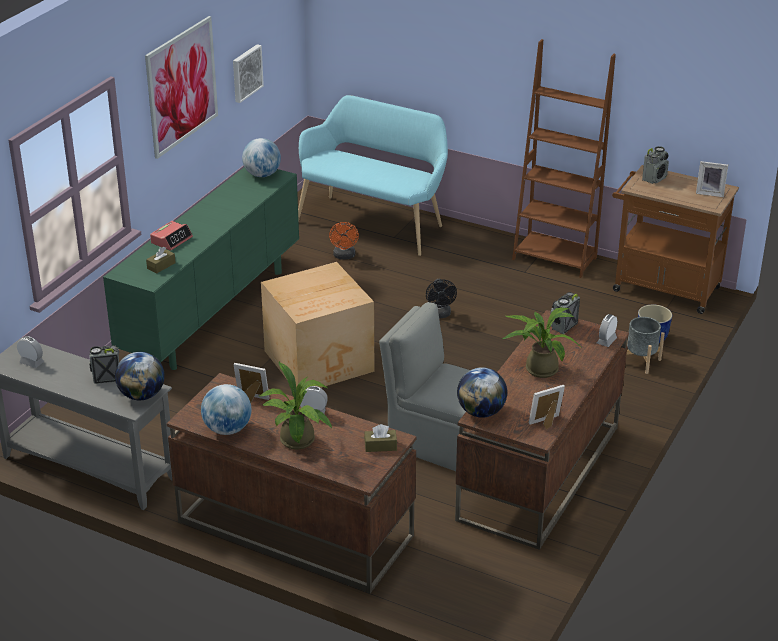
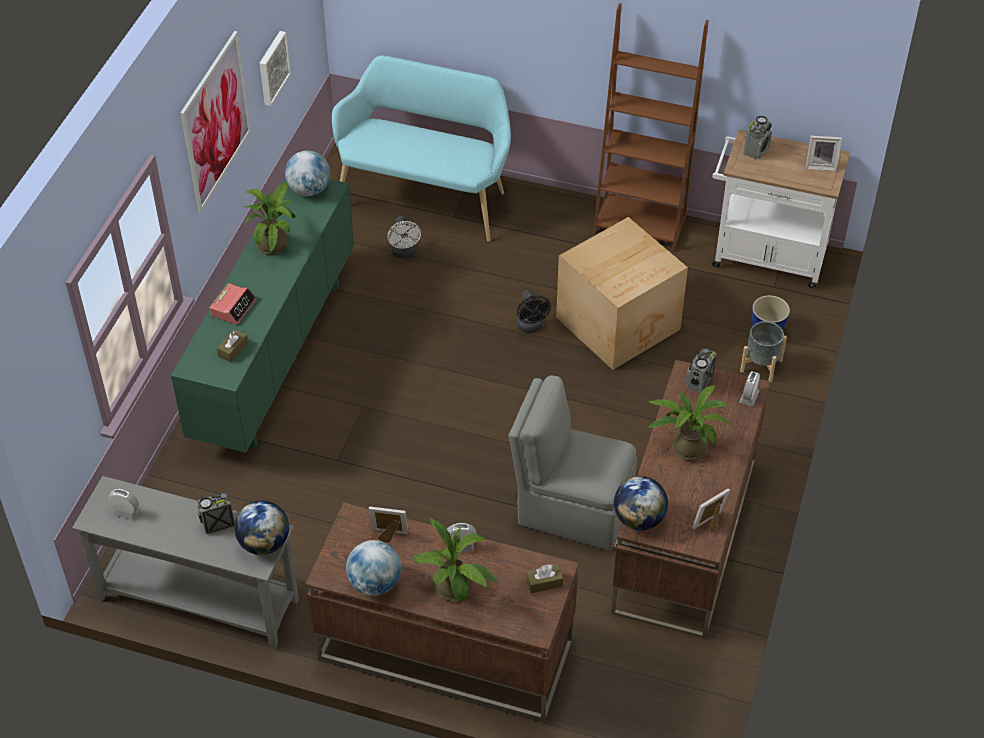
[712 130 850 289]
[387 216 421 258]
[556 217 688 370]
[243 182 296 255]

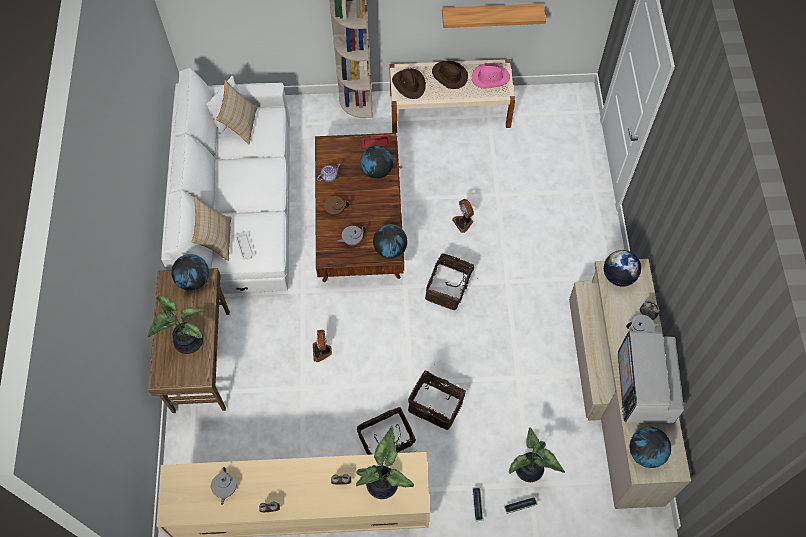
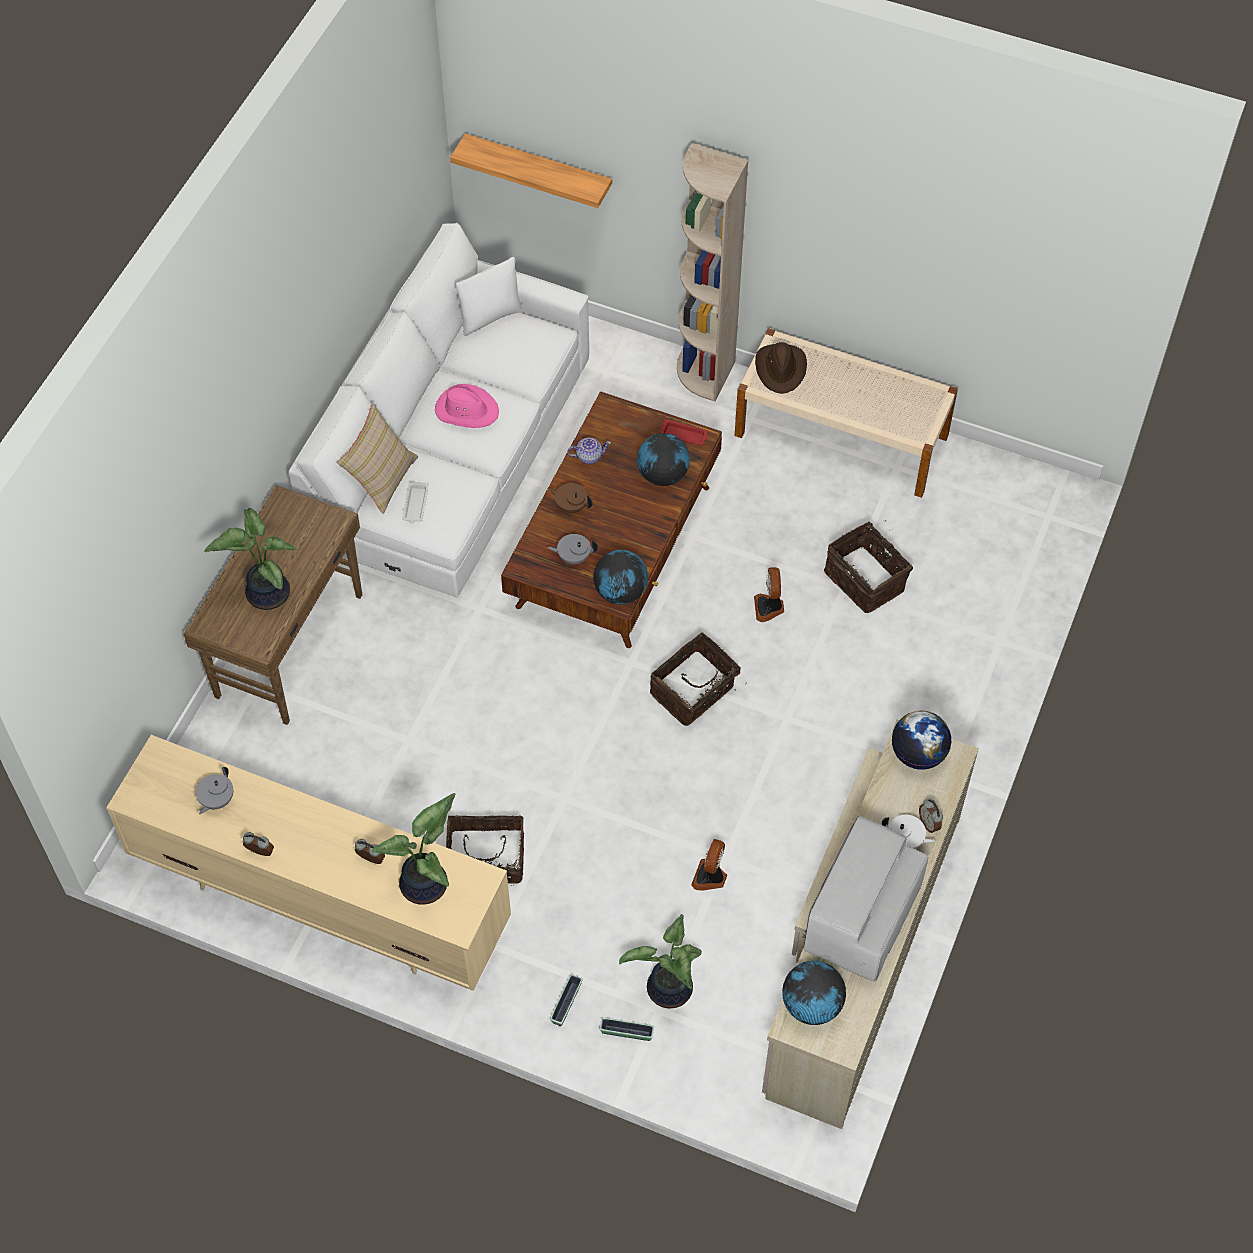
[450 133 612 208]
[432 61 468 89] (first image)
[435 384 499 428]
[216 80 258 144] (first image)
[171 254 209 291] (first image)
[691 839 727 890]
[824 522 913 613]

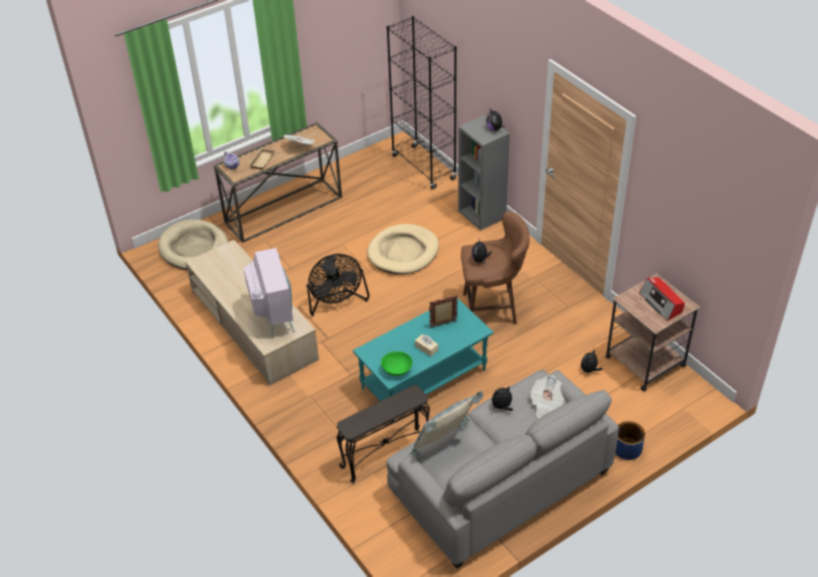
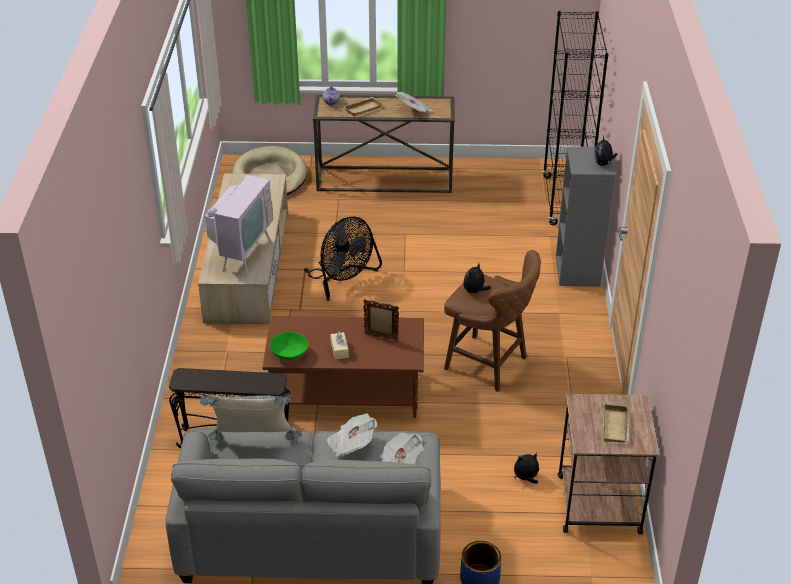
[367 224 439 274] (first image)
[304 217 382 301]
[603 403 629 443]
[262 316 424 418]
[327 413 377 457]

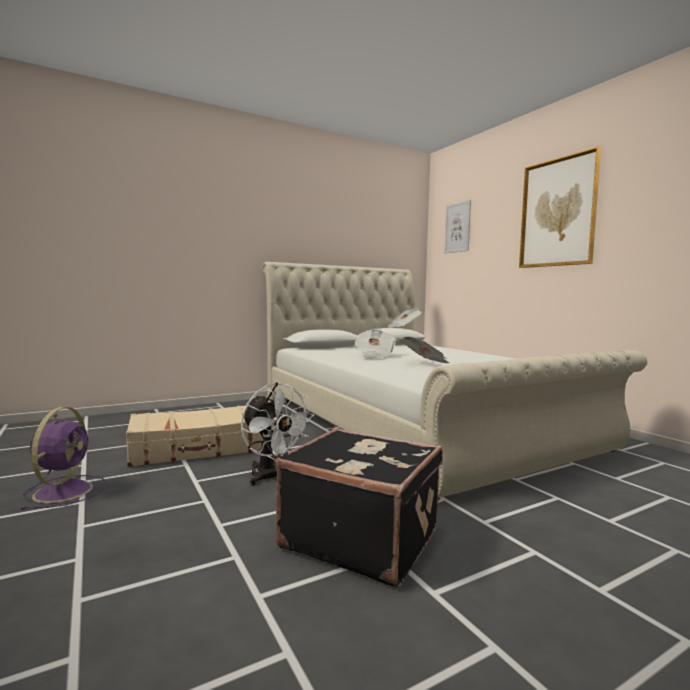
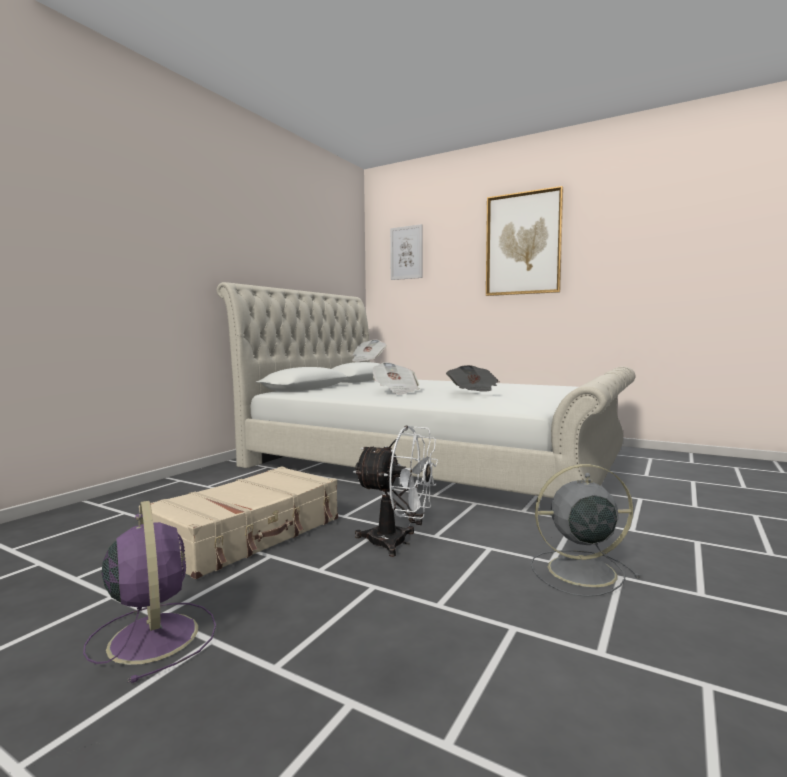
[531 464 641 597]

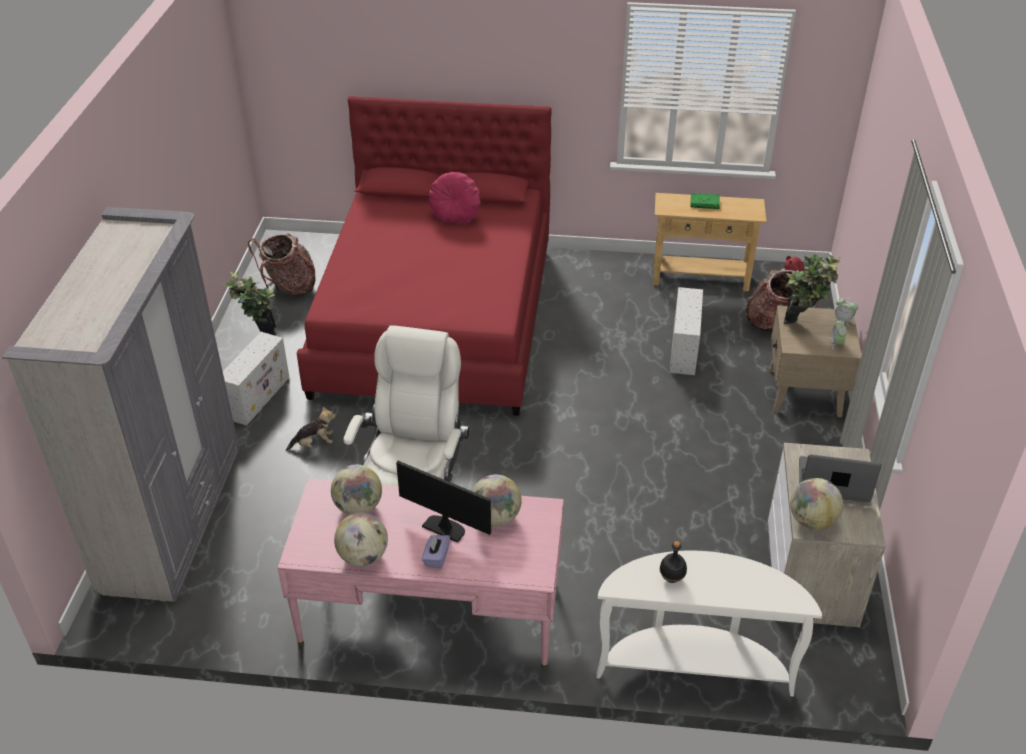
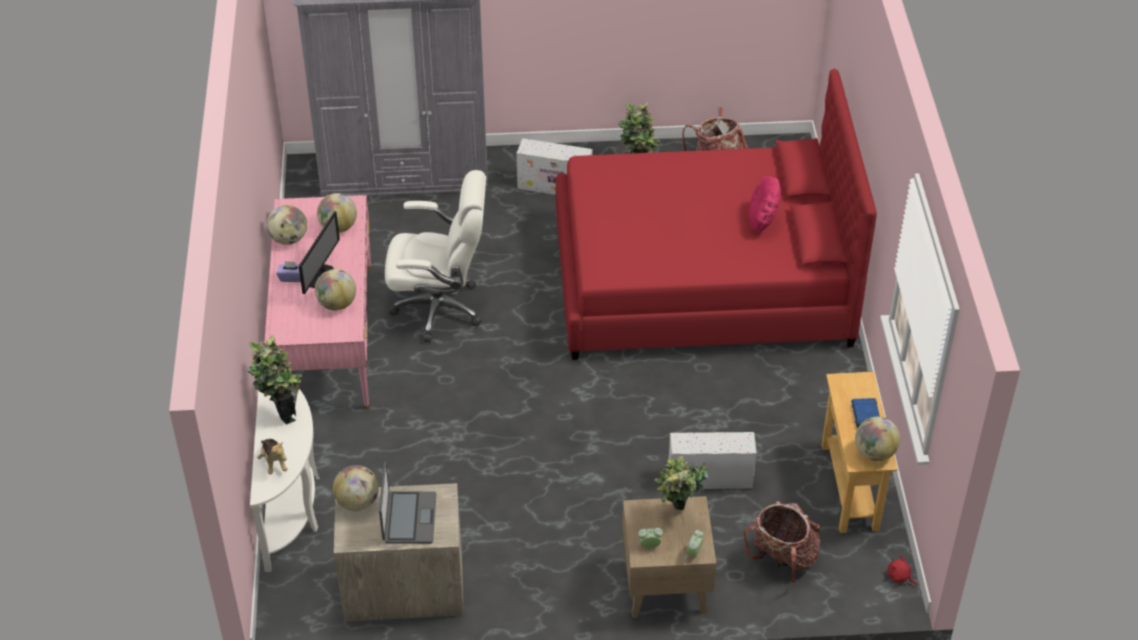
[851 398 880 428]
[257 439 287 475]
[247 335 302 424]
[855 417 900 461]

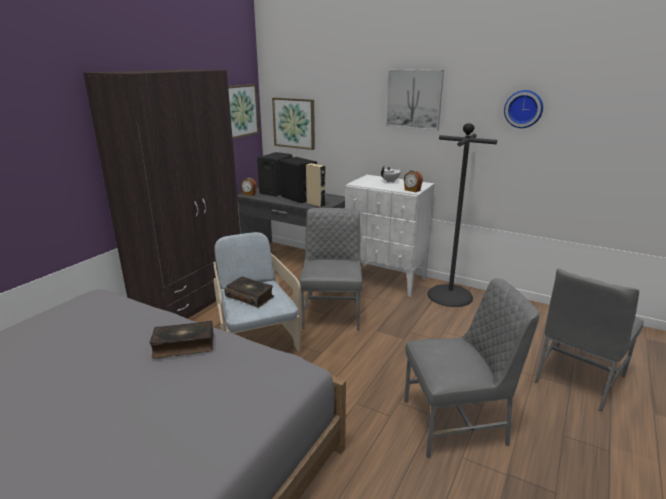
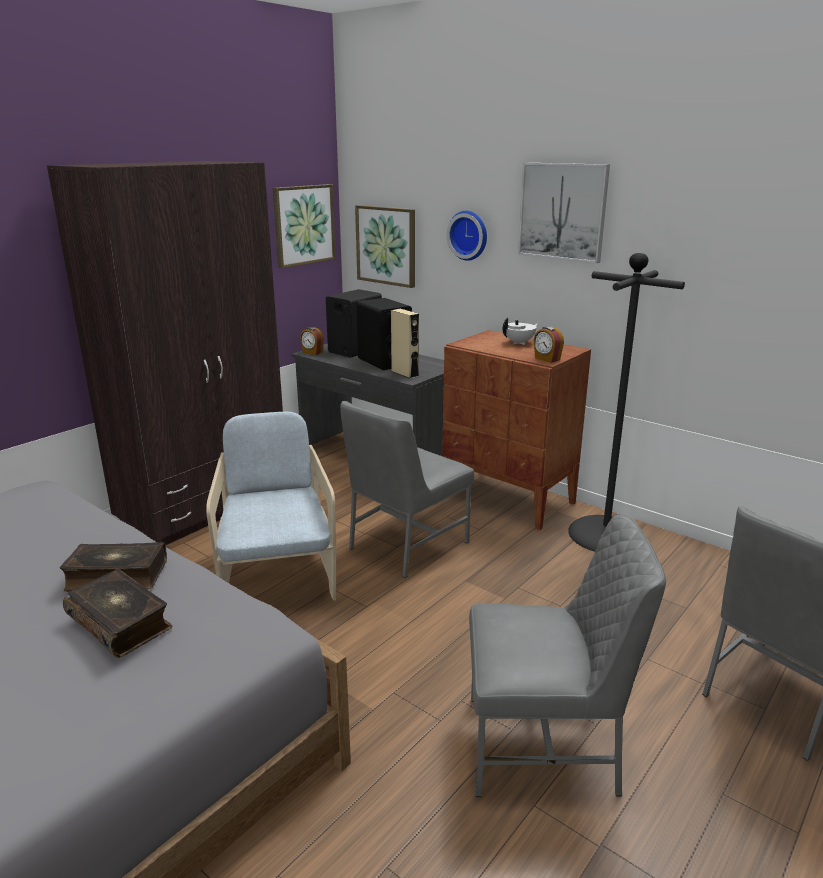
[447 211 487 261]
[442 330 591 531]
[340 401 474 578]
[63 569 172 658]

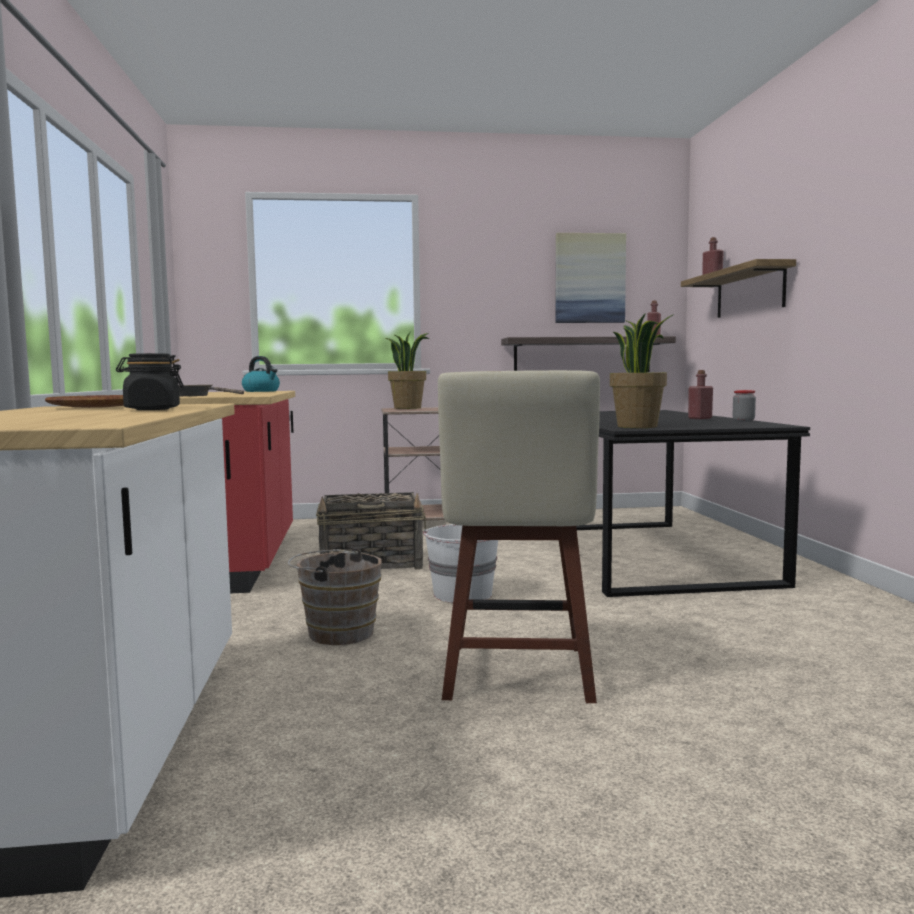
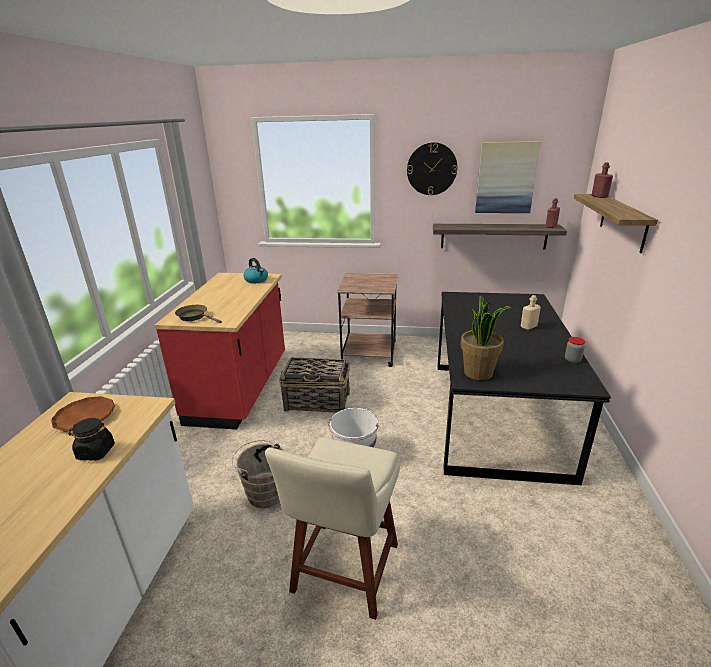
[386 331 430 409] (first image)
[688 370 713 419] (first image)
[407 142 457 195]
[521 295 541 330]

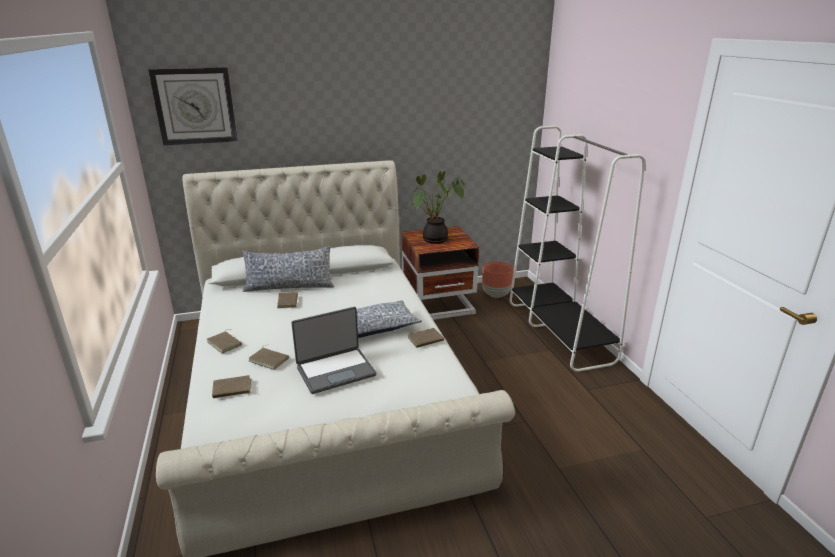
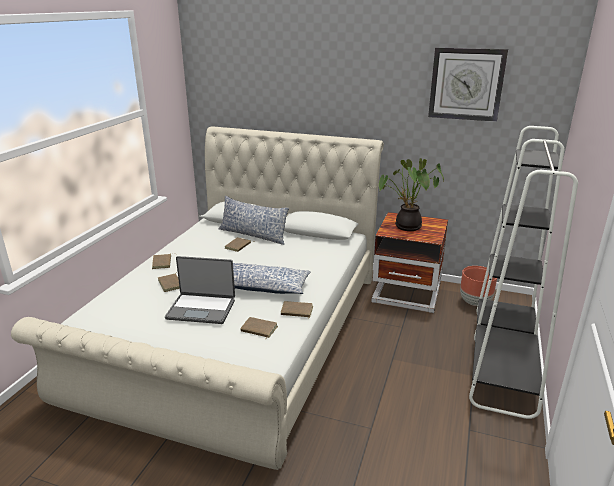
[428 47 508 122]
[240 317 278 340]

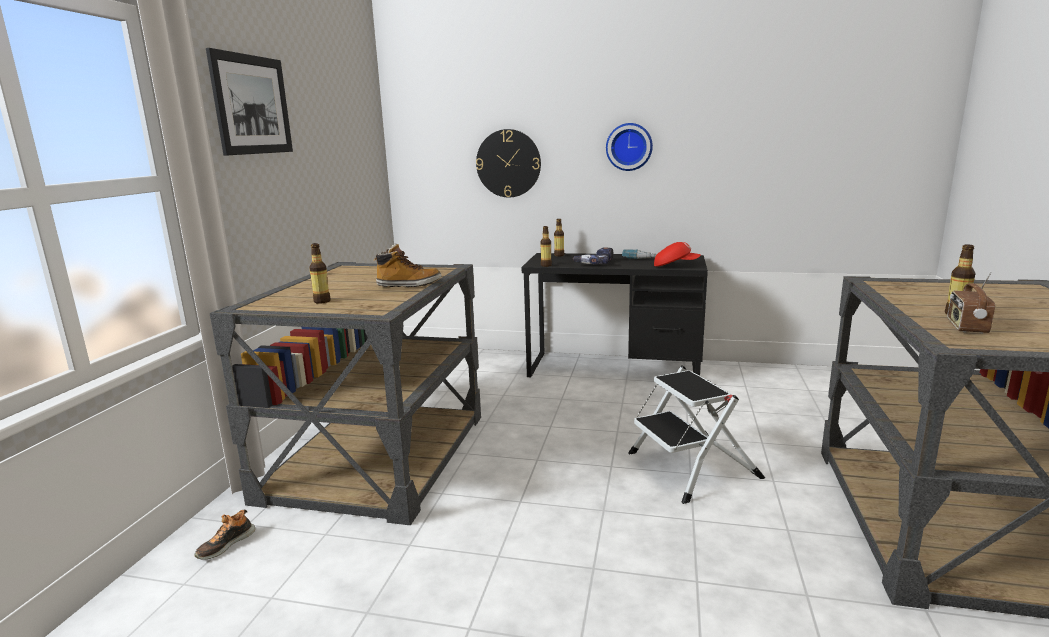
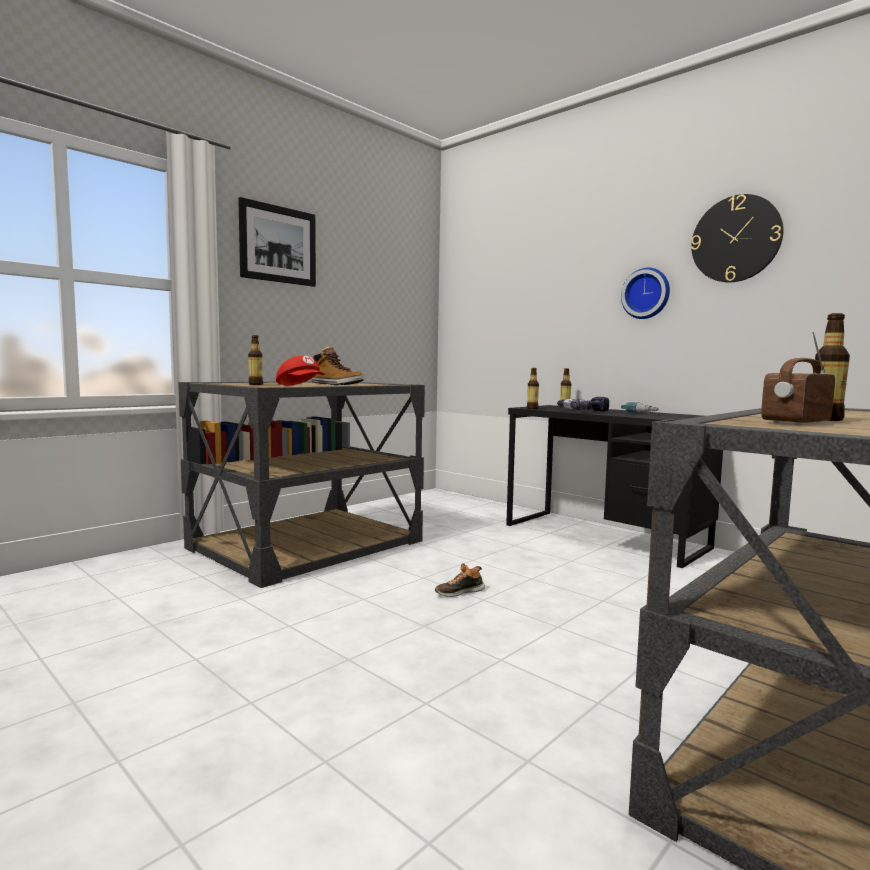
[691 194 784 282]
[276 356 324 385]
[628 365 765 504] (first image)
[435 563 485 597]

